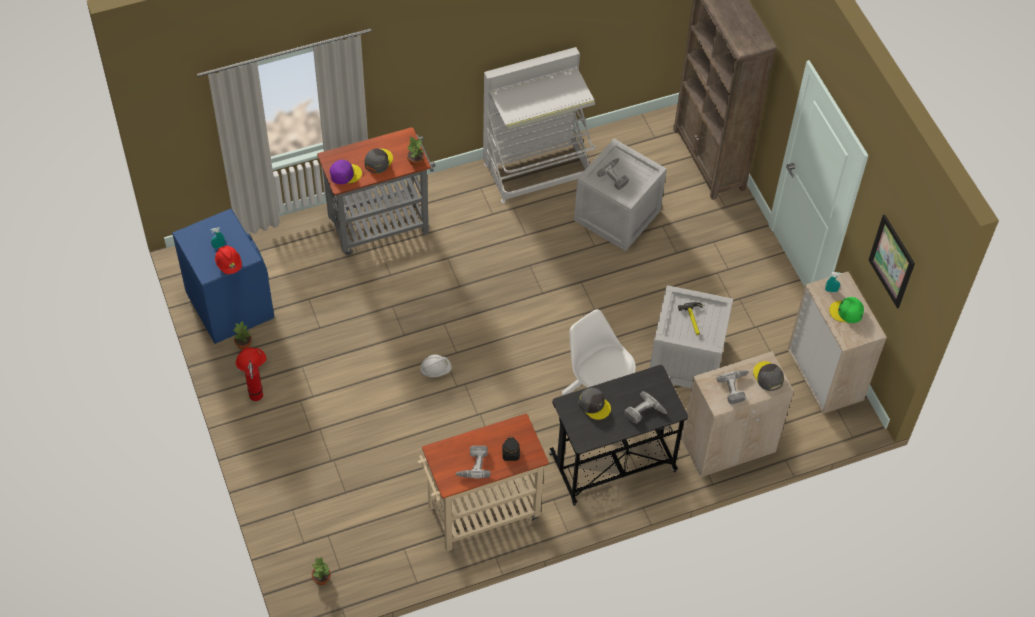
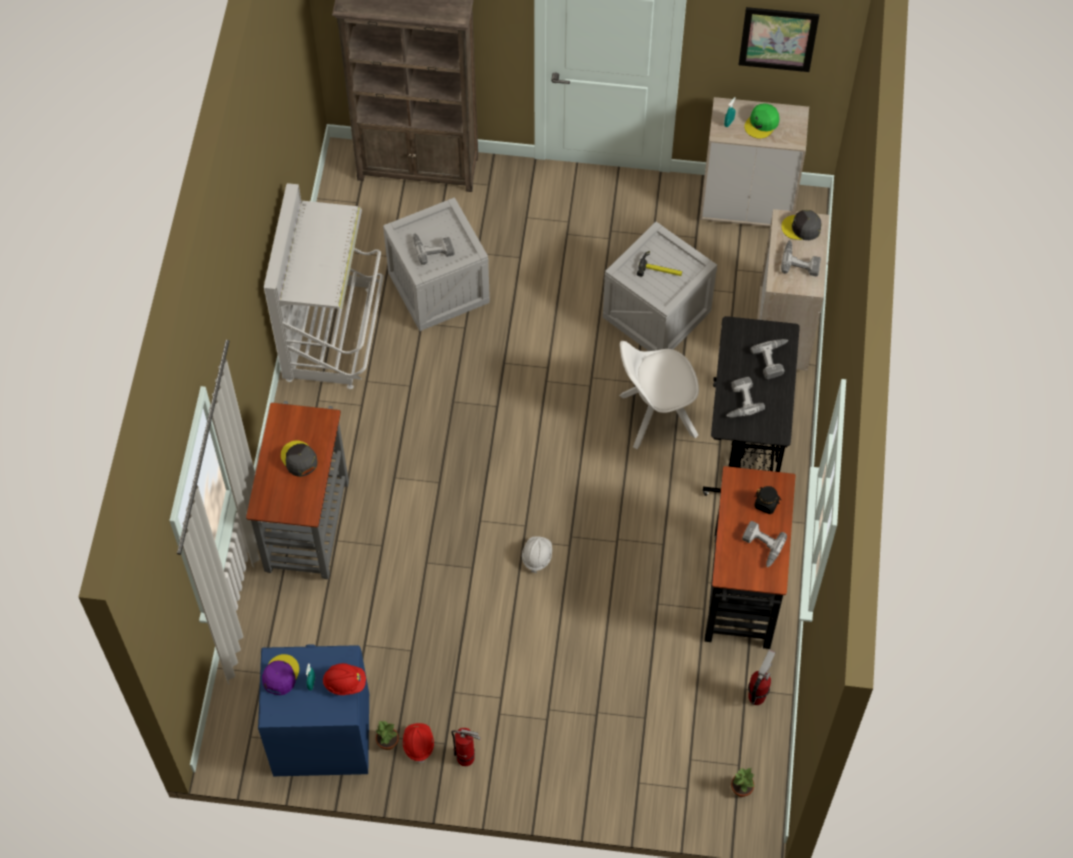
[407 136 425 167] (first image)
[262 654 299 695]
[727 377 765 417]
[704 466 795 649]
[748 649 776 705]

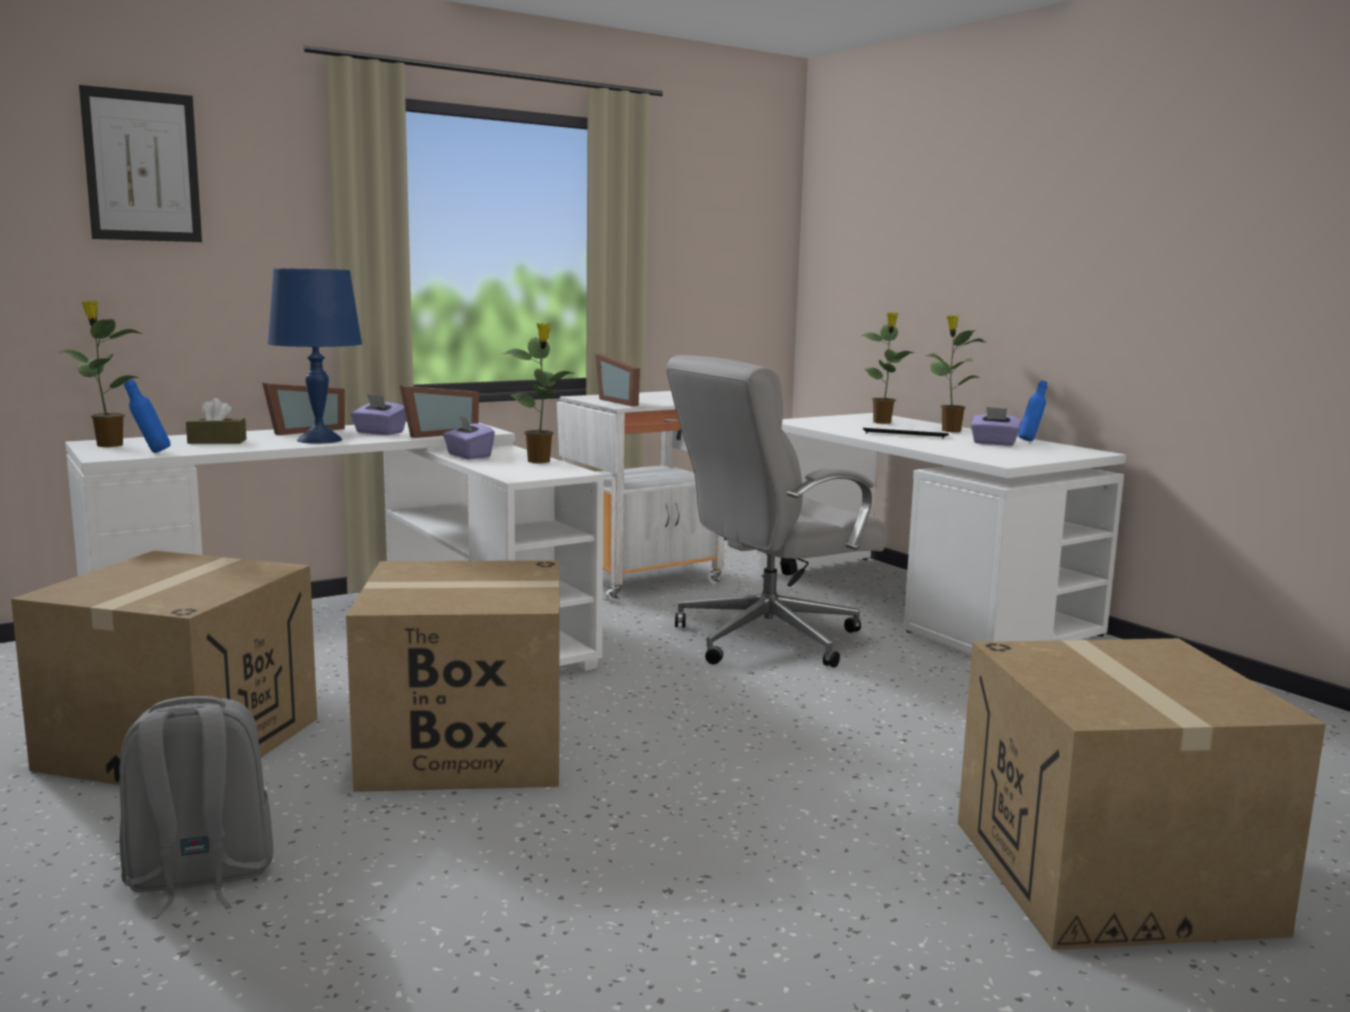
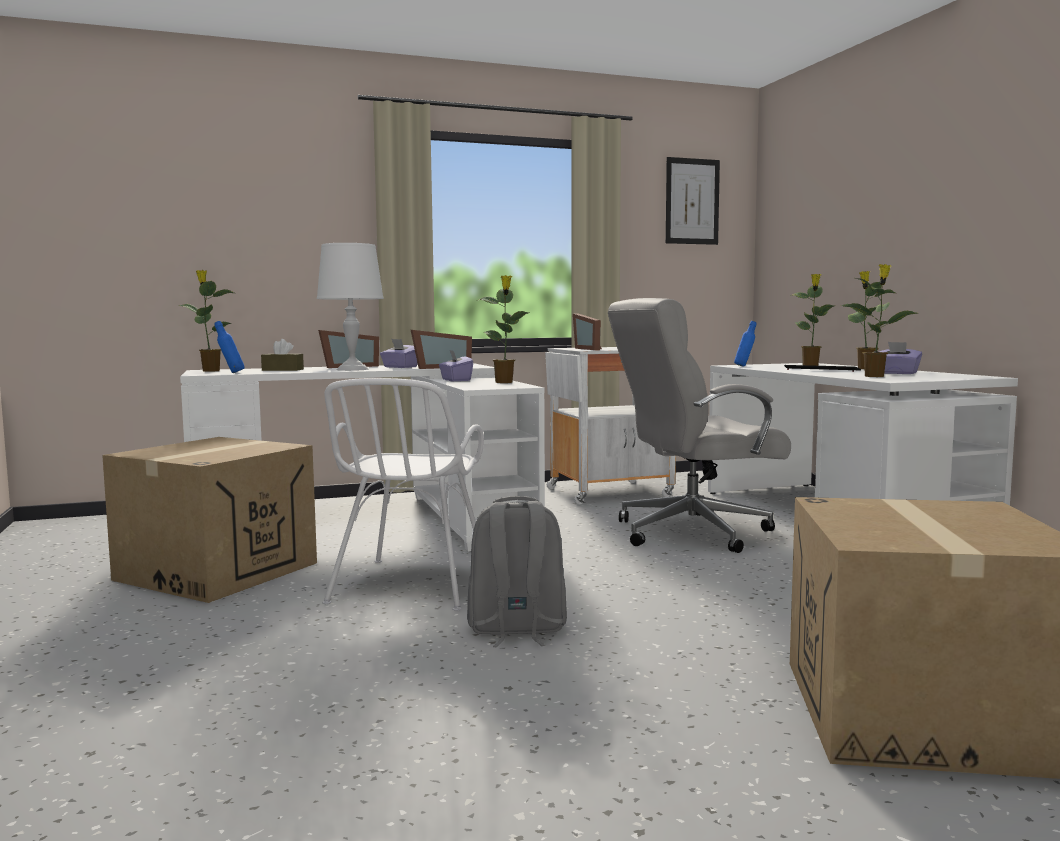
[666 157 720 245]
[317 243 384 371]
[734 321 756 367]
[323 378 484 611]
[467 496 567 647]
[844 264 917 377]

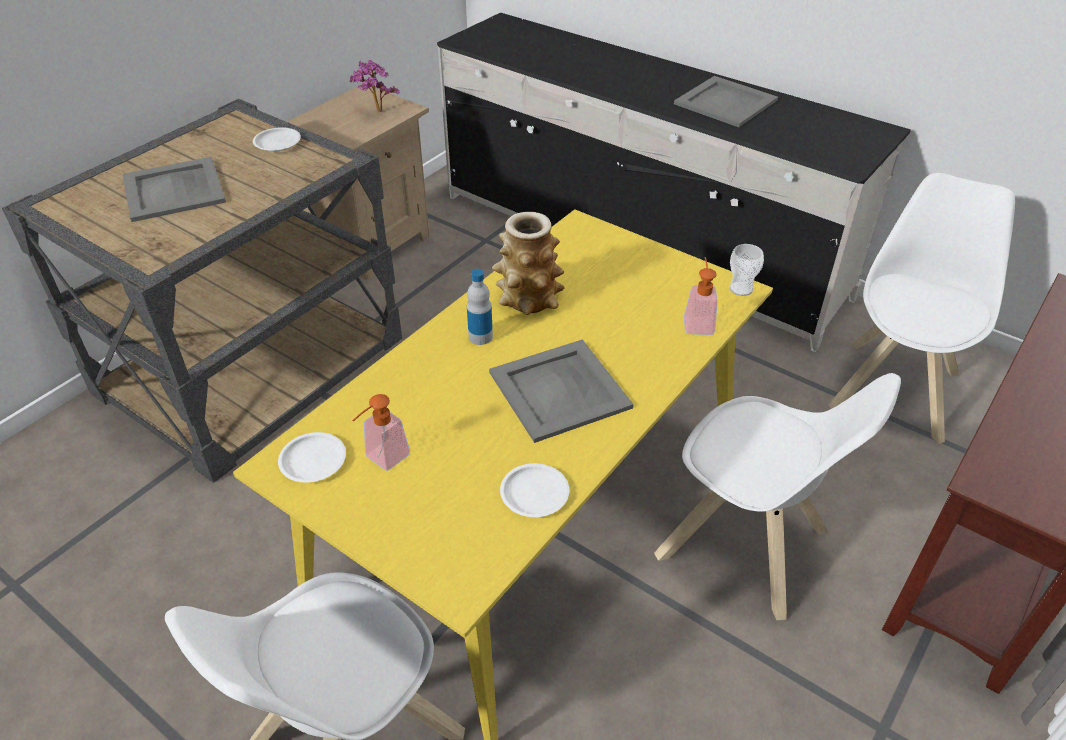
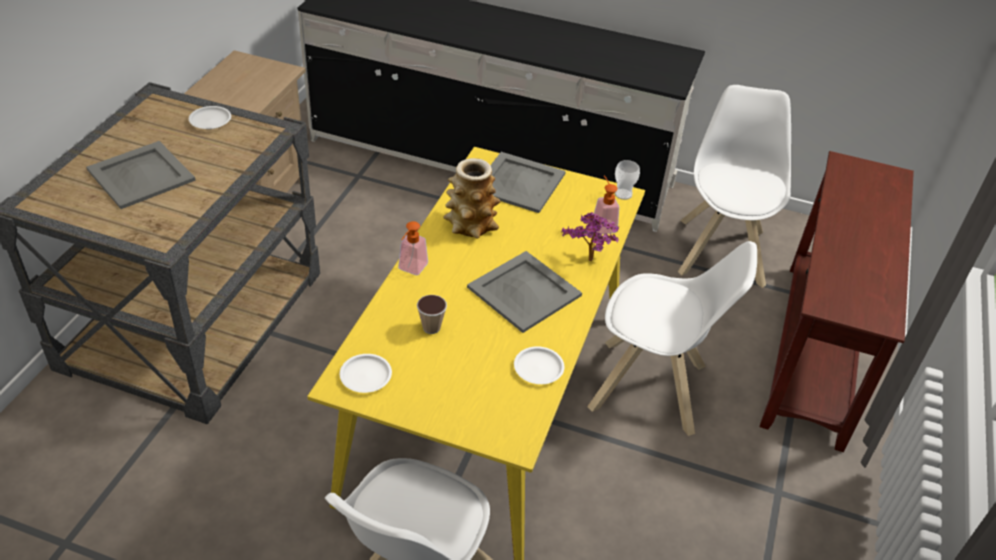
[561 212 619 261]
[491 152 566 213]
[467 269 493 345] (first image)
[398 221 428 275]
[417 295 447 334]

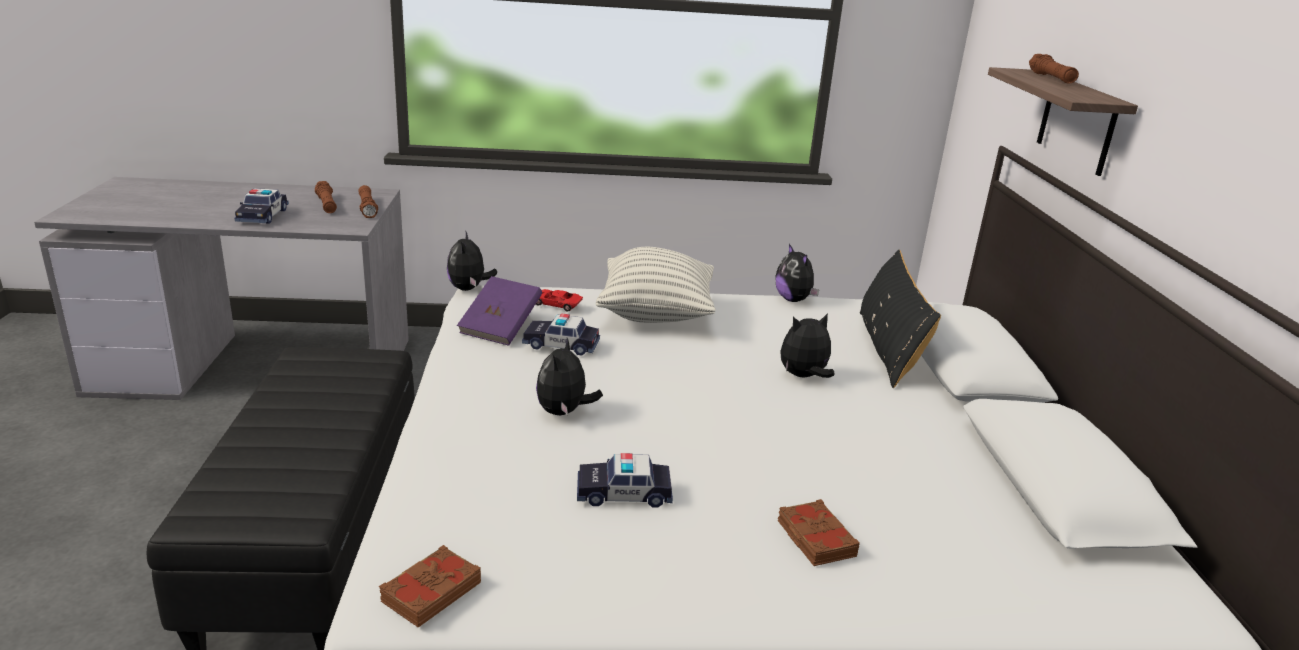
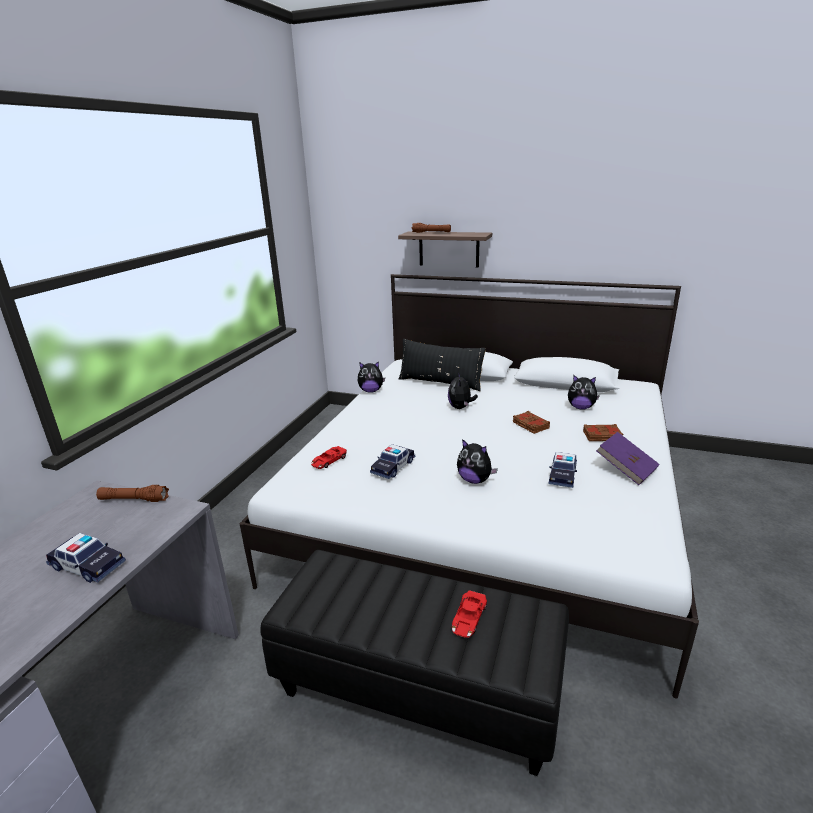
[315 181 337 213] (first image)
[568 375 600 410]
[596 247 716 323] (first image)
[596 432 660 485]
[513 411 550 434]
[452 590 487 638]

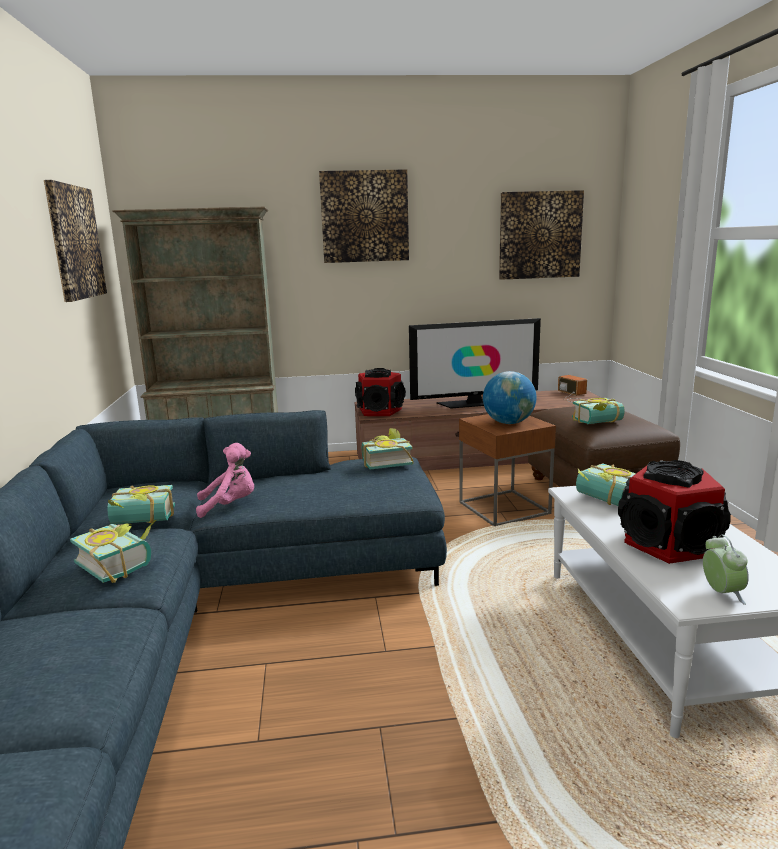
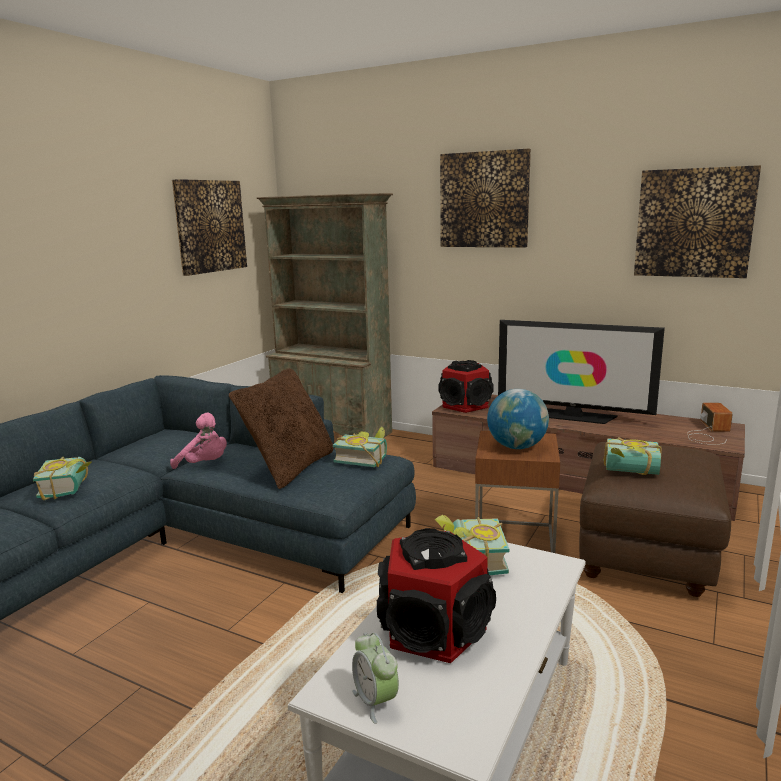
[107 485 175 524] (first image)
[352 632 399 724]
[229 369 333 489]

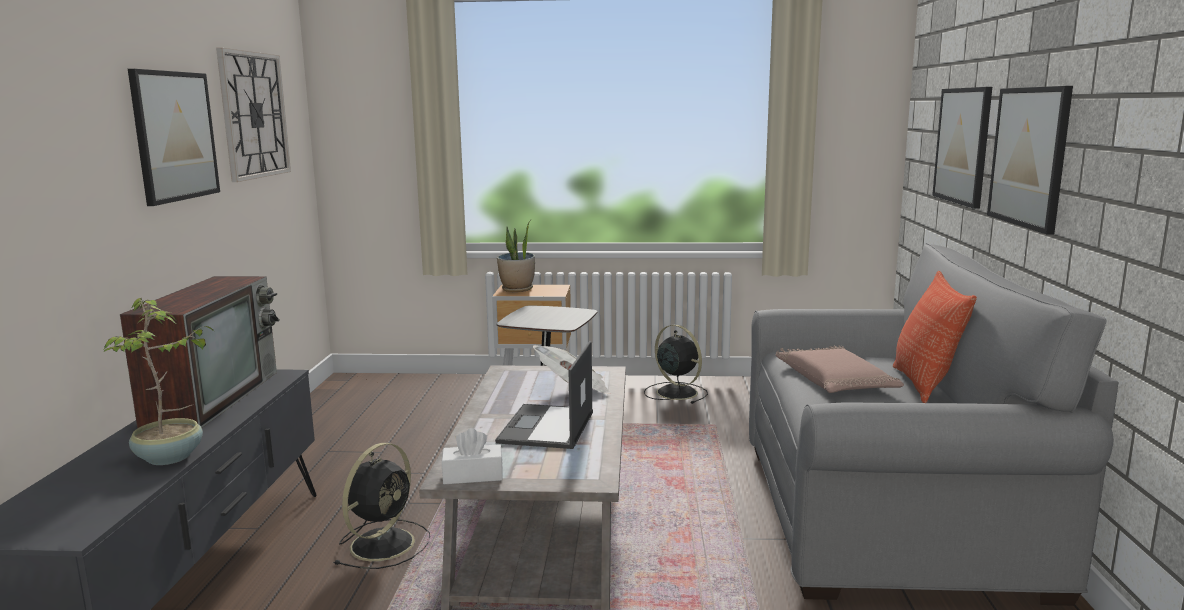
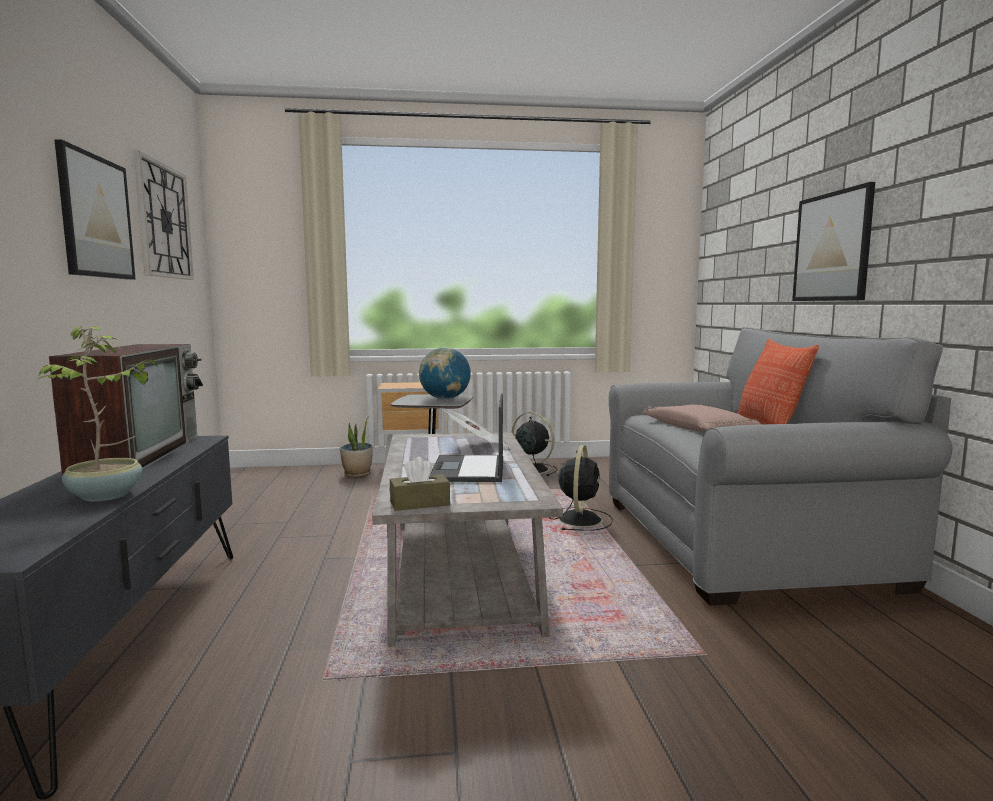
[932 87 992 209] (first image)
[340 417 373 477]
[390 457 450 511]
[550 445 613 531]
[419 347 471 399]

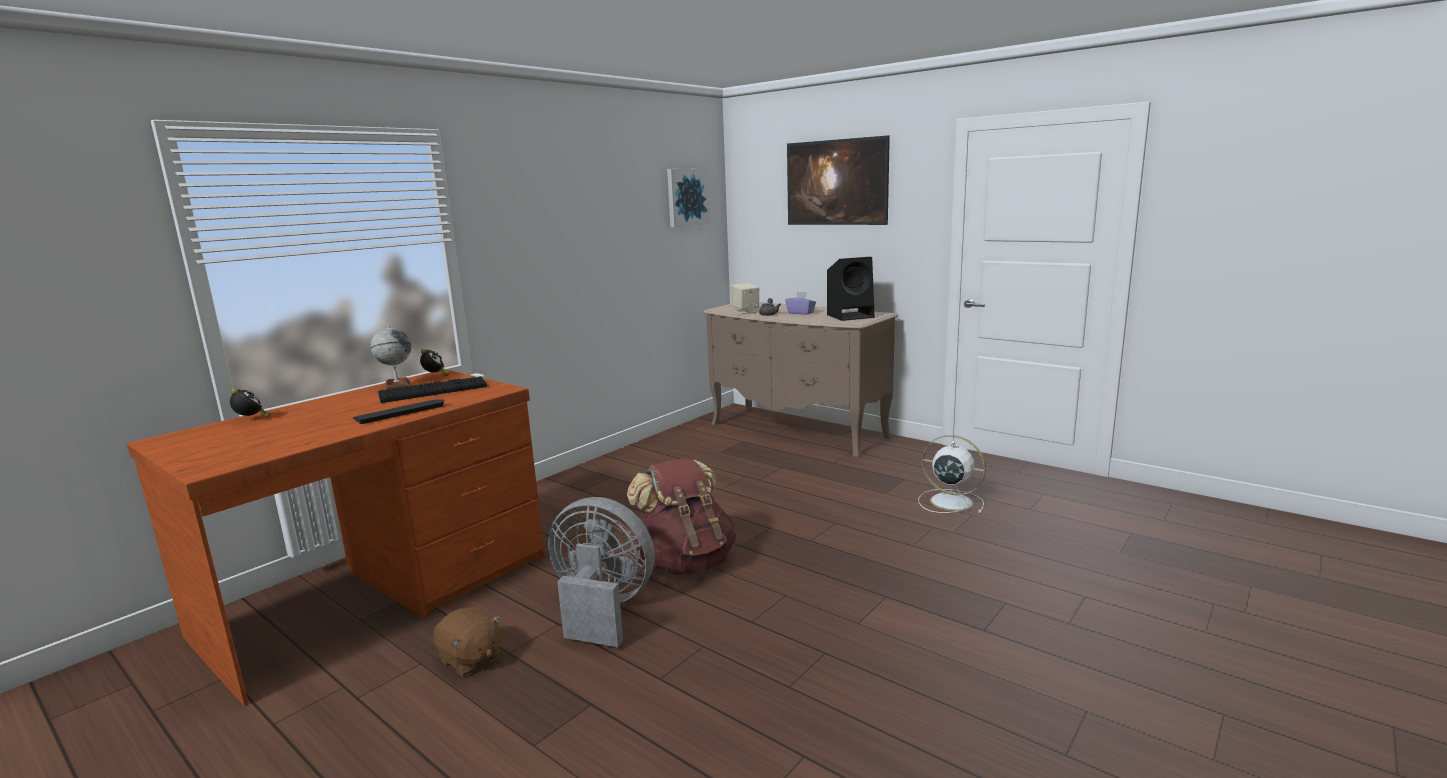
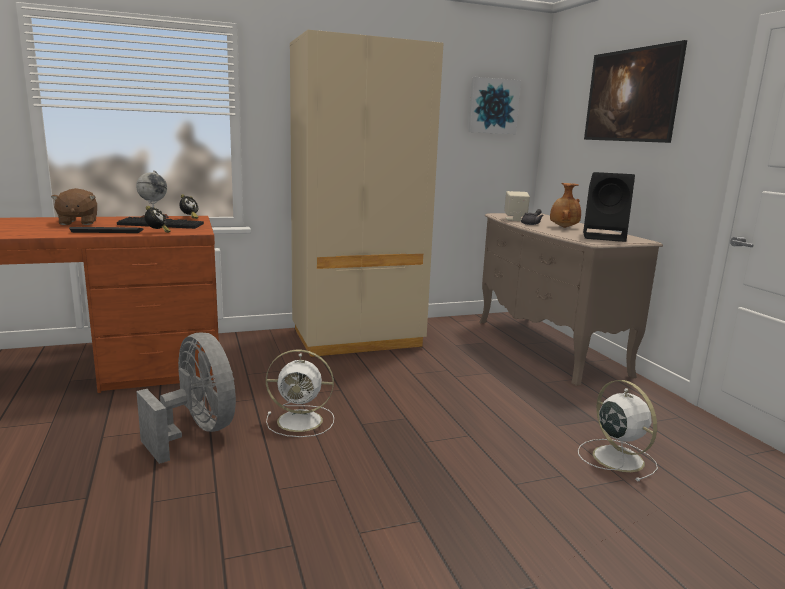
[550 183 581 228]
[145 206 171 233]
[266 349 334 437]
[51 188 97 225]
[290 30 443 357]

